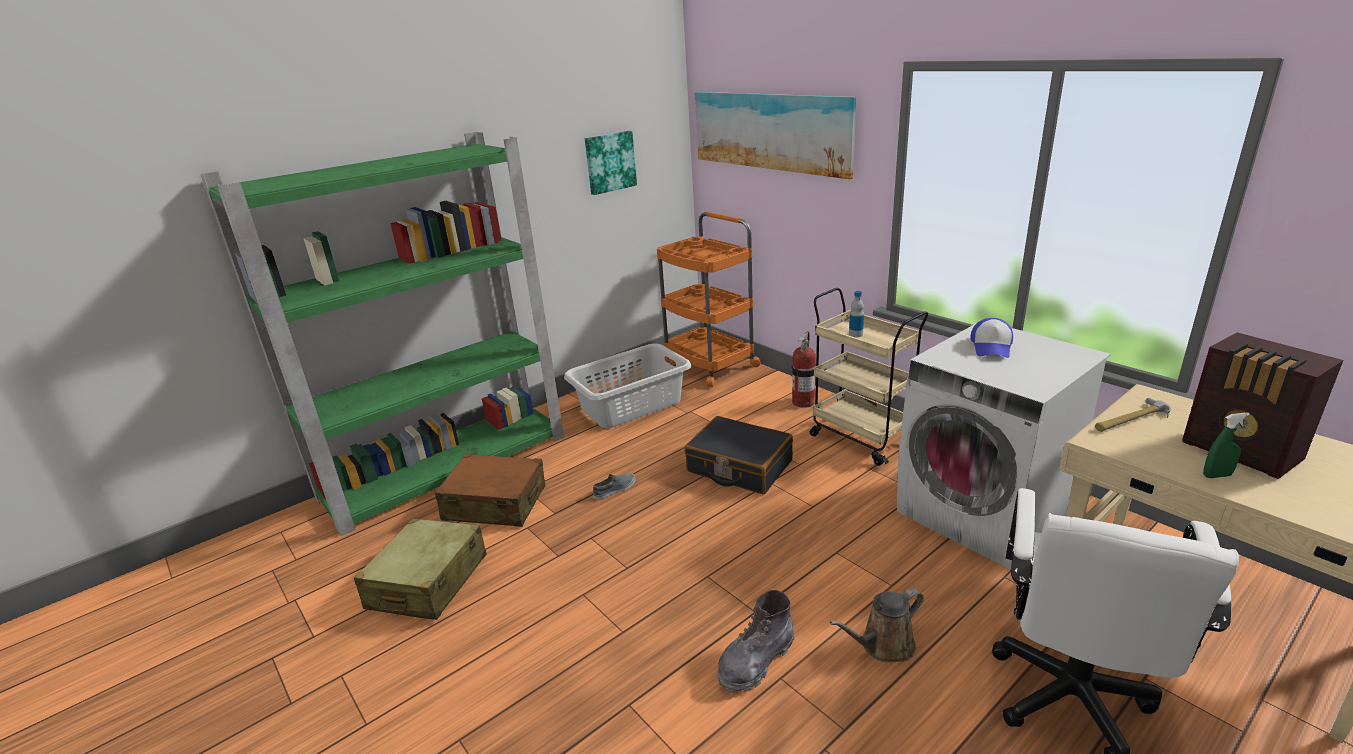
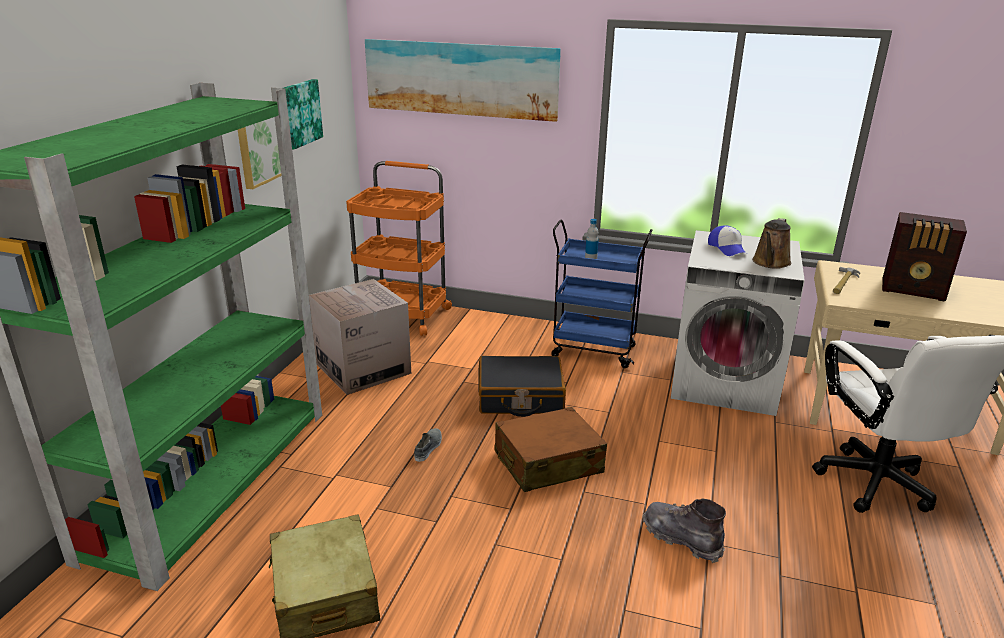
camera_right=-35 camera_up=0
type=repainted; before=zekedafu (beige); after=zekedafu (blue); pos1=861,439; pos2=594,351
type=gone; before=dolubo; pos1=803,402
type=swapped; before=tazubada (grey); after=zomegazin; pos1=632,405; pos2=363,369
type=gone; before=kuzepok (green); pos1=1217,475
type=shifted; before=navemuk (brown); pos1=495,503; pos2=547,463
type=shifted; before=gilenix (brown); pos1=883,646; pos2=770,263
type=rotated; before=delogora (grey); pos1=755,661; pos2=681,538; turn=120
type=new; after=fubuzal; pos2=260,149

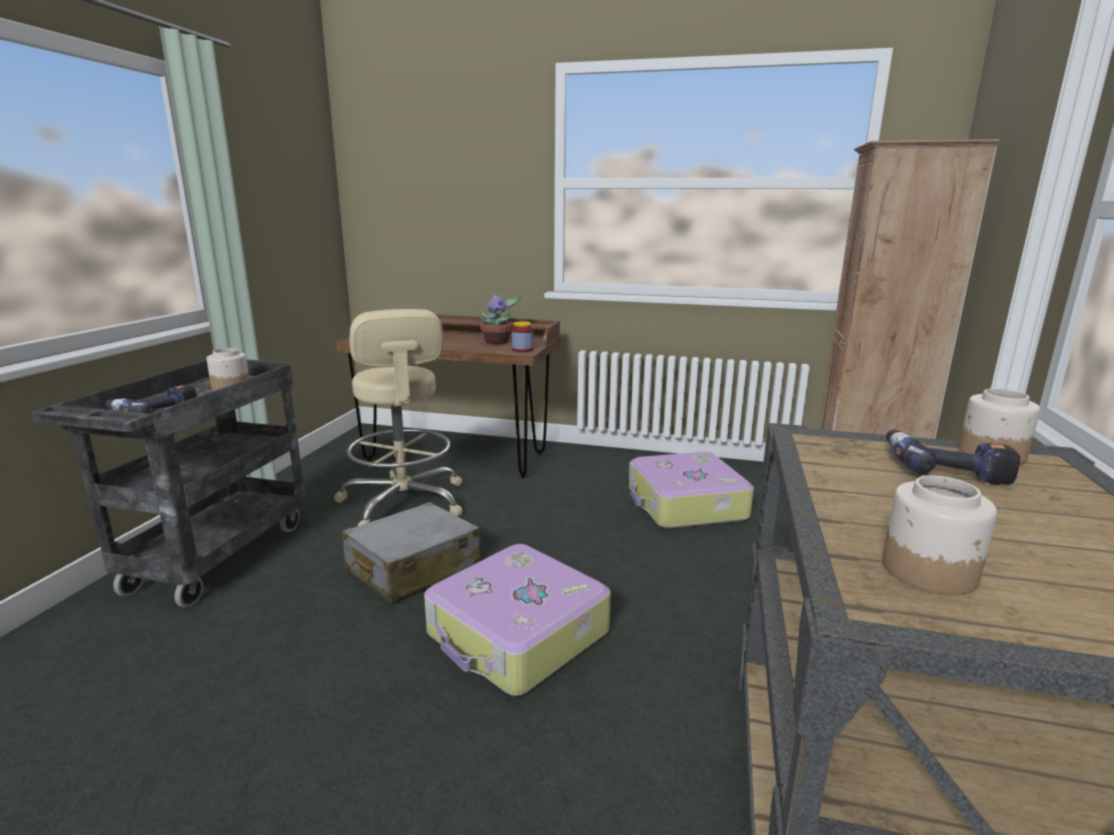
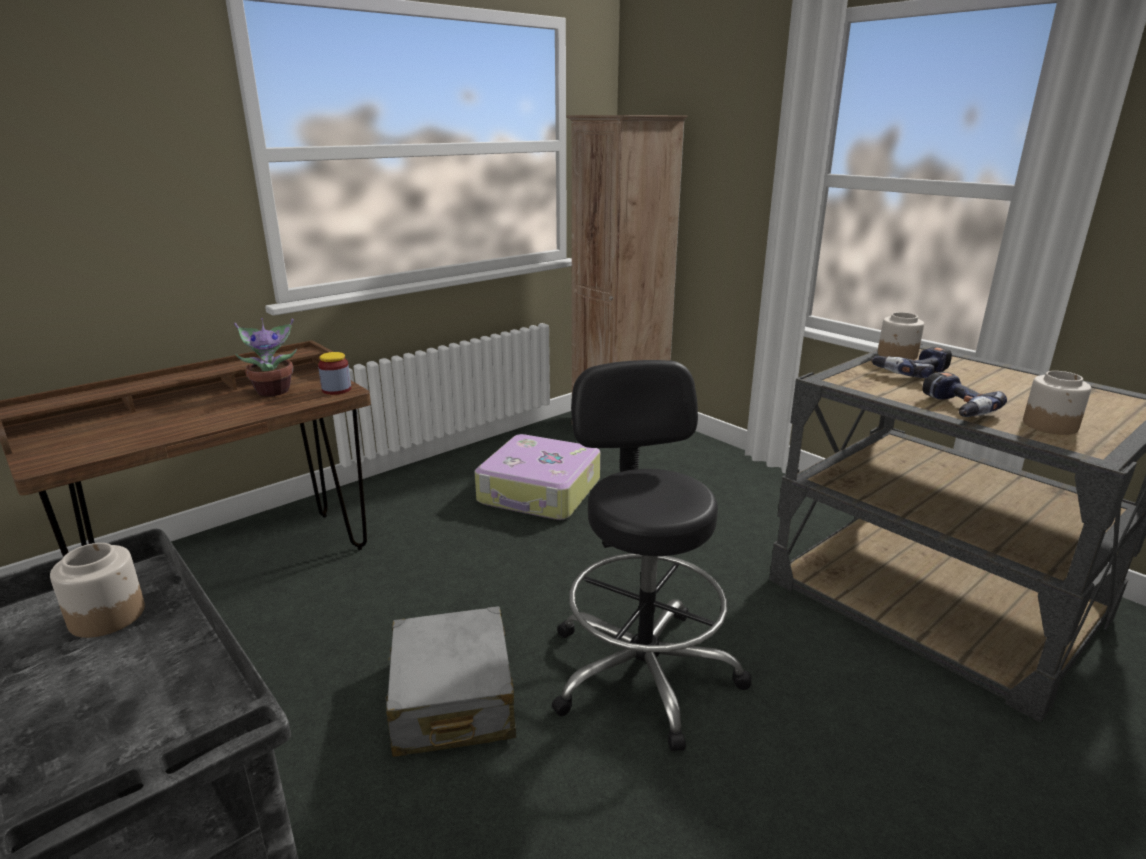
camera_right=-55 camera_up=5
type=gone; before=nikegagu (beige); pos1=404,503
type=shifted; before=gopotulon; pos1=155,411; pos2=953,408
type=swapped; before=navemuk; after=nikegagu (black); pos1=517,635; pos2=642,669

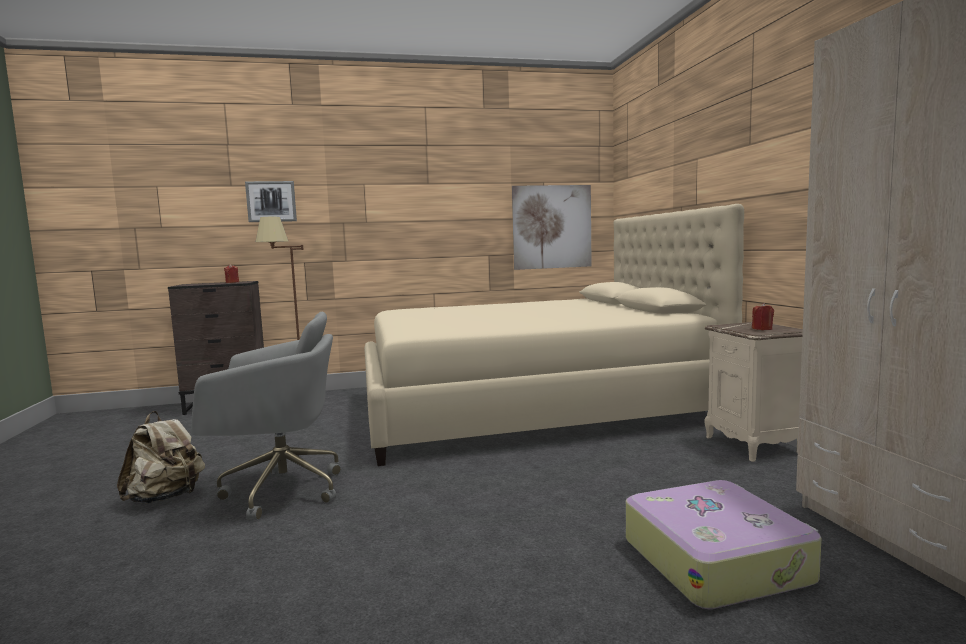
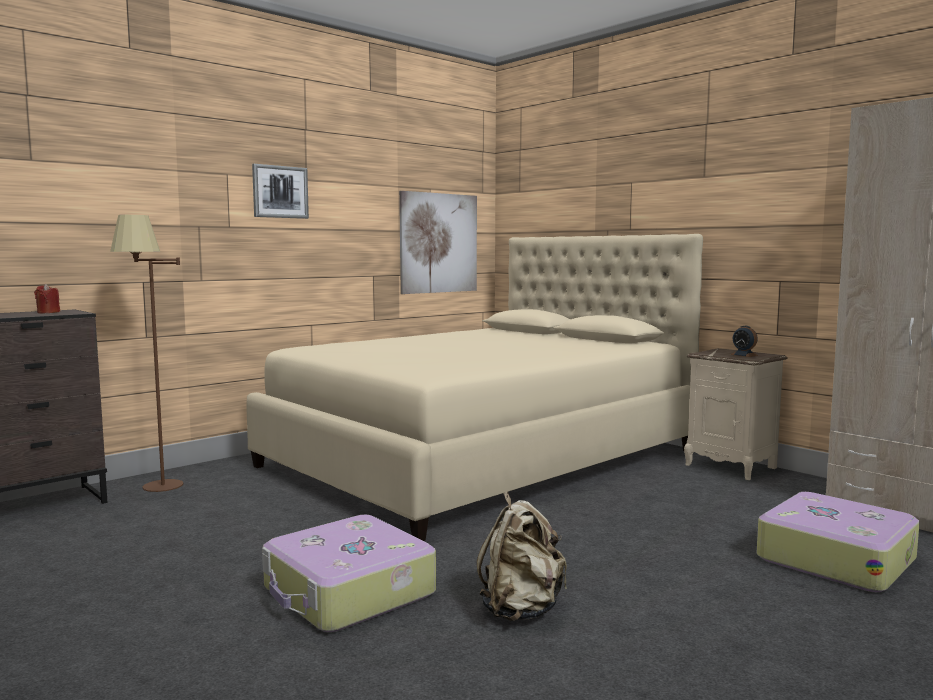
camera_right=-30 camera_up=0
type=shifted; before=fubuzal; pos1=271,201; pos2=280,192
type=swapped; before=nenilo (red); after=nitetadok; pos1=762,329; pos2=744,355
type=swapped; before=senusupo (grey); after=navemuk; pos1=278,492; pos2=348,592
type=shifted; before=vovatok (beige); pos1=166,498; pos2=521,610

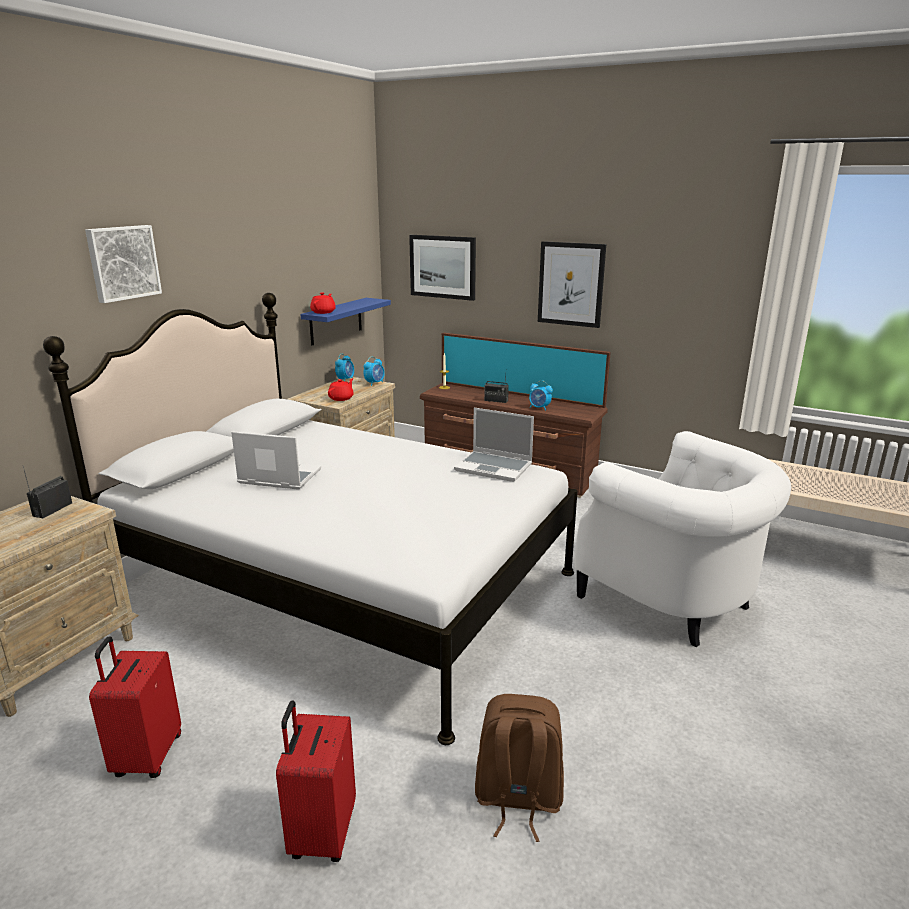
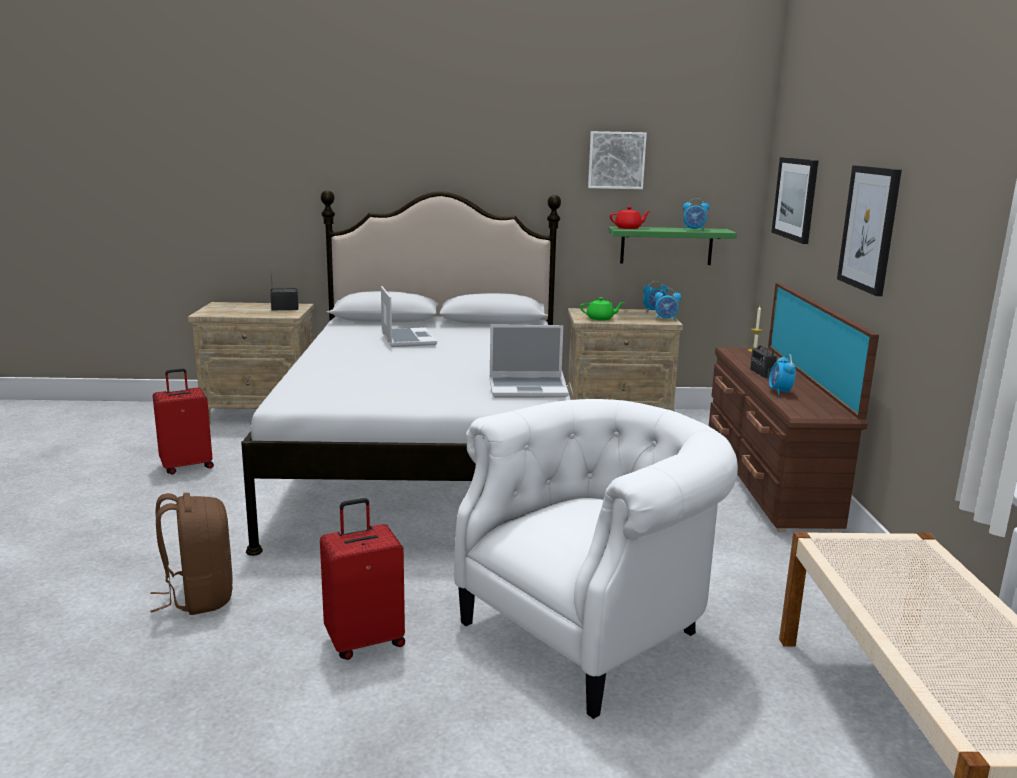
camera_right=60 camera_up=-5
type=shifted; before=fubuzal; pos1=122,262; pos2=616,160
type=repainted; before=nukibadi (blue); after=nukibadi (green); pos1=336,321; pos2=666,245
type=repainted; before=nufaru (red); after=nufaru (green); pos1=341,398; pos2=600,318
type=rotated; before=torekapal; pos1=495,467; pos2=528,389; turn=-90
type=rotated; before=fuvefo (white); pos1=672,601; pos2=593,631; turn=-150
type=shifted; before=navemuk (red); pos1=321,833; pos2=365,641
type=new; after=nitetadok; pos2=694,230

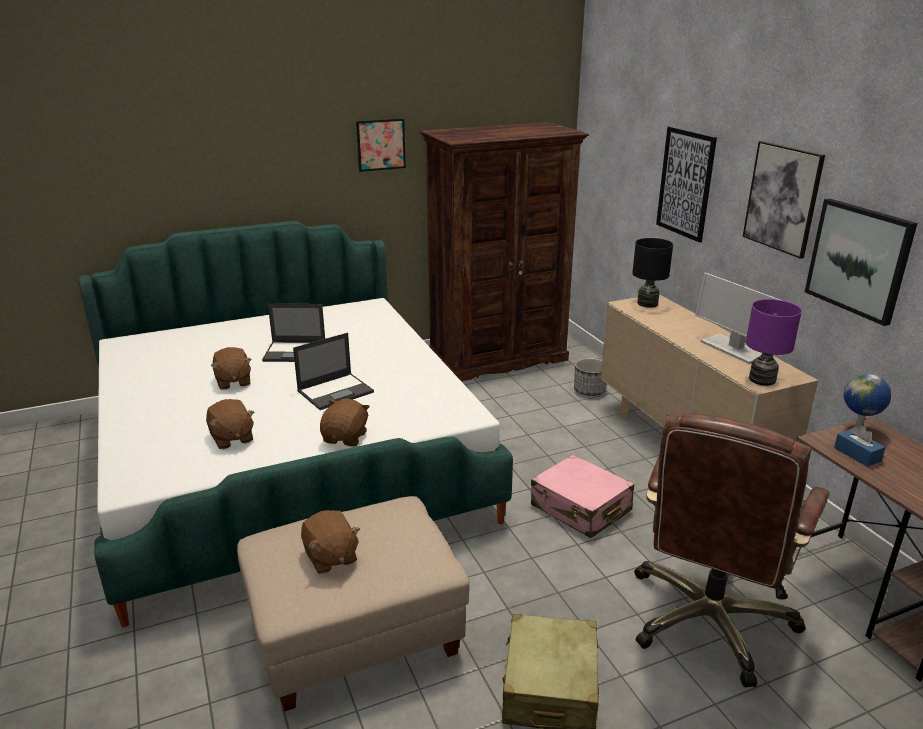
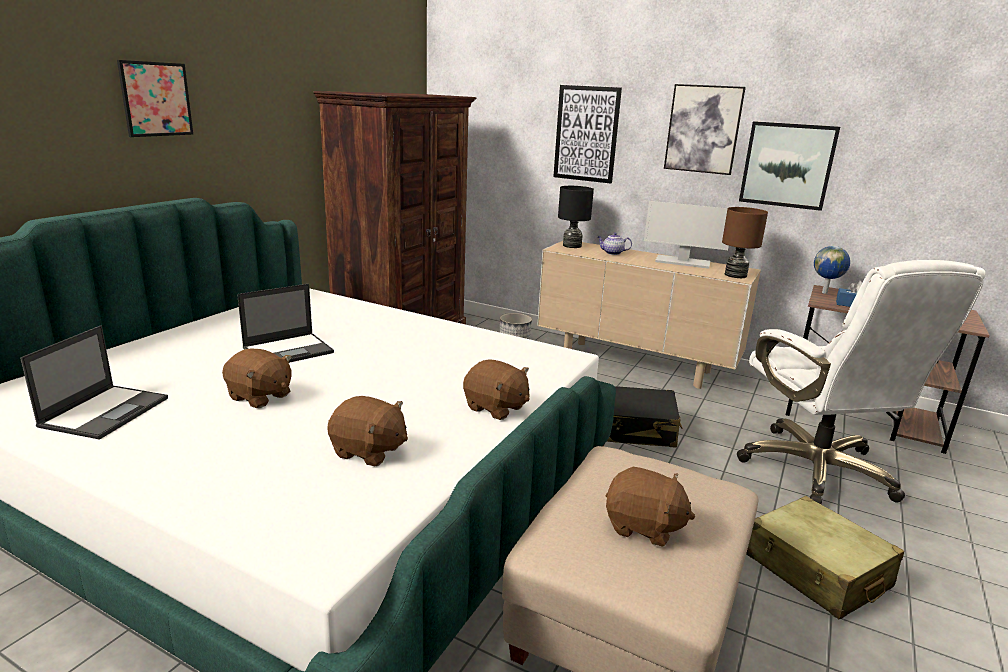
camera_right=-40 camera_up=-5
type=shifted; before=fubuzal; pos1=381,144; pos2=156,99
type=repainted; before=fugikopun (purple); after=fugikopun (brown); pos1=762,379; pos2=735,275
type=shifted; before=torekapal; pos1=336,391; pos2=106,411
type=rotated; before=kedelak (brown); pos1=346,438; pos2=496,408; turn=150
type=repainted; before=senusupo (brown); after=senusupo (white); pos1=709,618; pos2=816,468
type=repainted; before=navemuk (pink); after=navemuk (black); pos1=580,508; pos2=635,429
type=new; after=nufaru; pos2=612,253

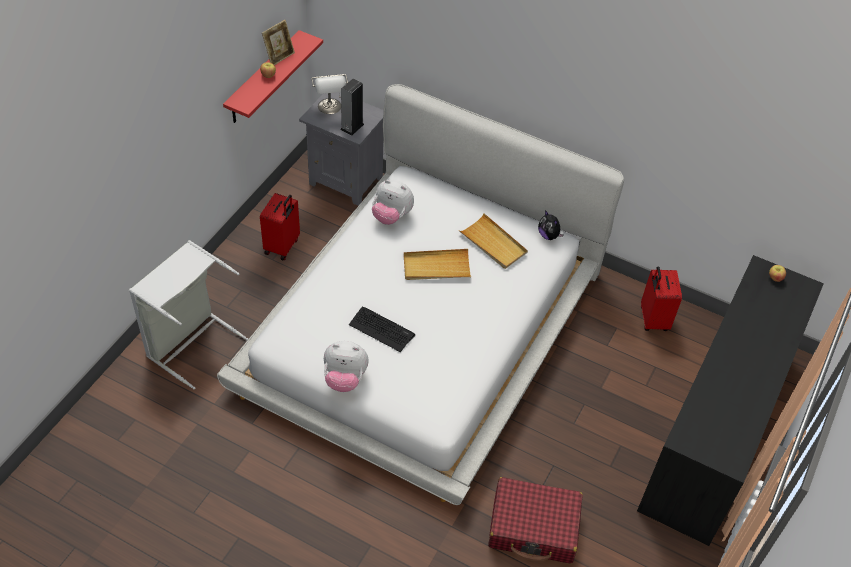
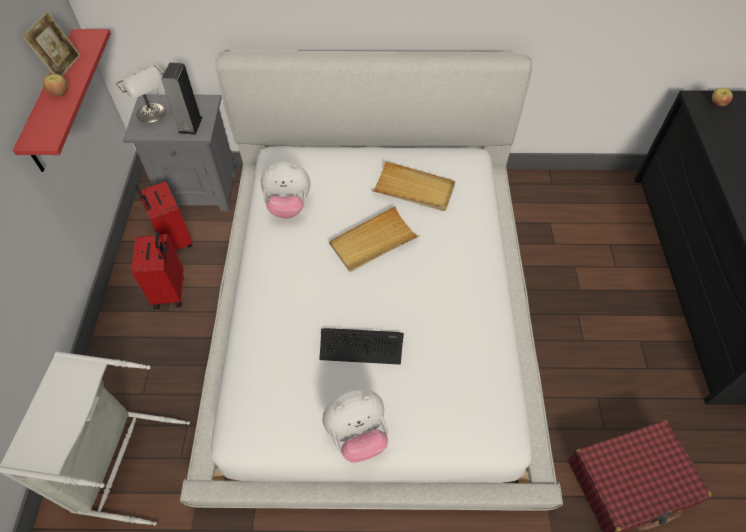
camera_right=-25 camera_up=5
type=gone; before=kedelak; pos1=548,235
type=shifted; before=navemuk (red); pos1=652,319; pos2=174,240

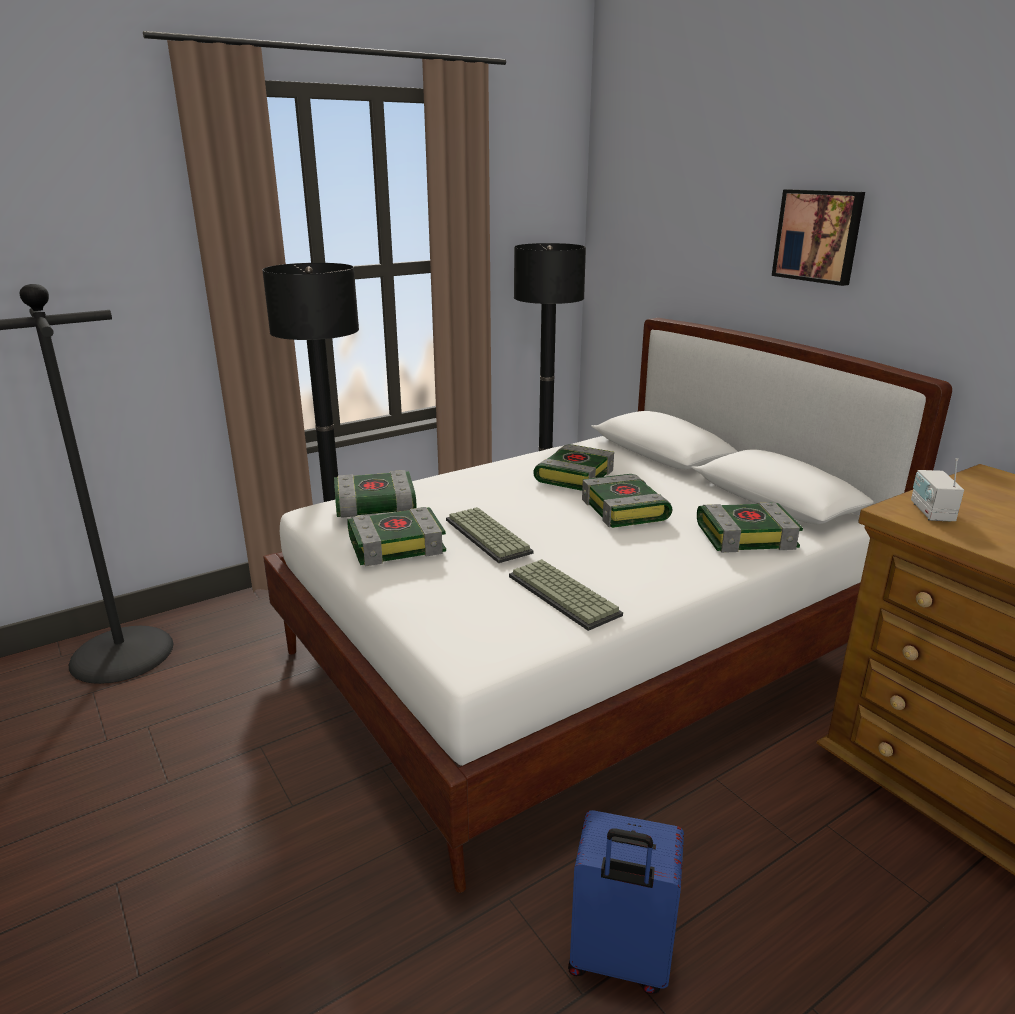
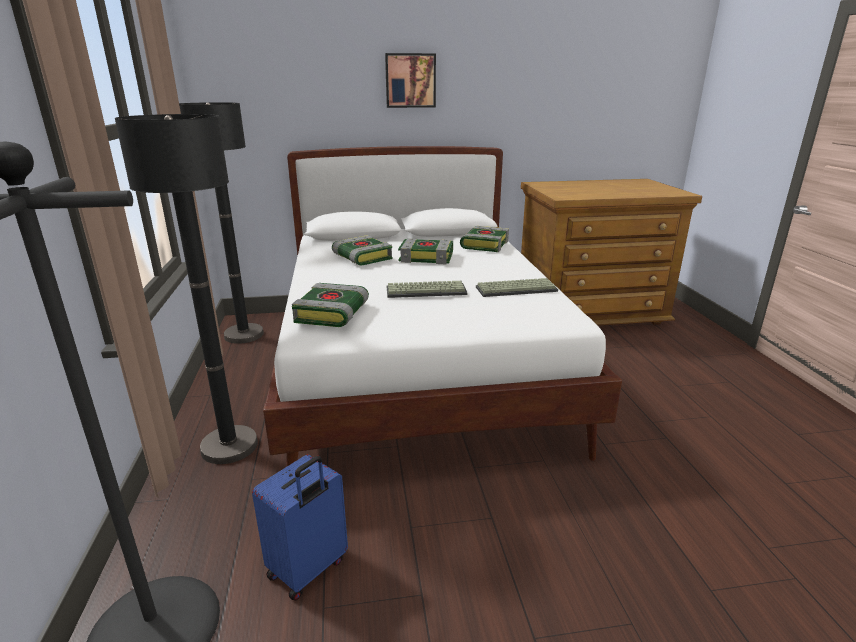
camera_right=-65 camera_up=0
type=gone; before=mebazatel; pos1=931,512
type=gone; before=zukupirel; pos1=397,544
type=shifted; before=navemuk (blue); pos1=618,961; pos2=308,569

